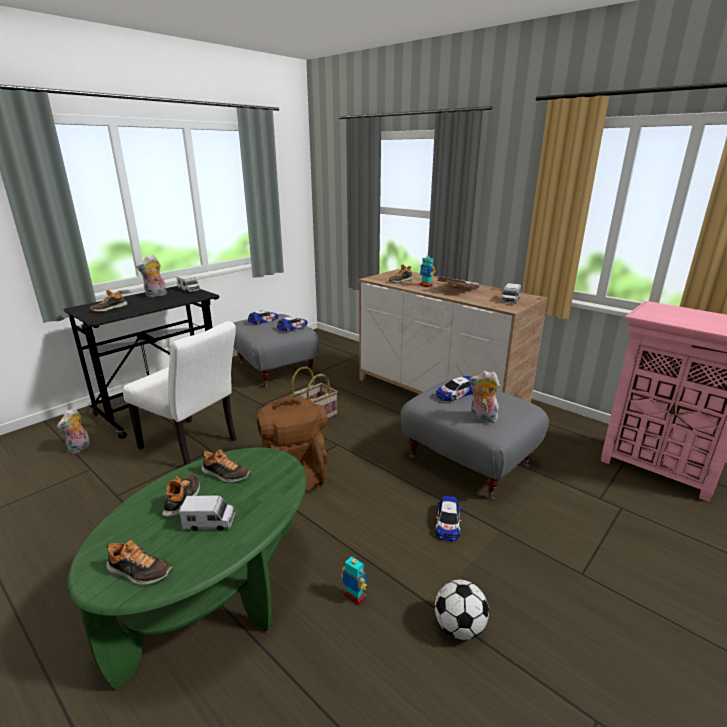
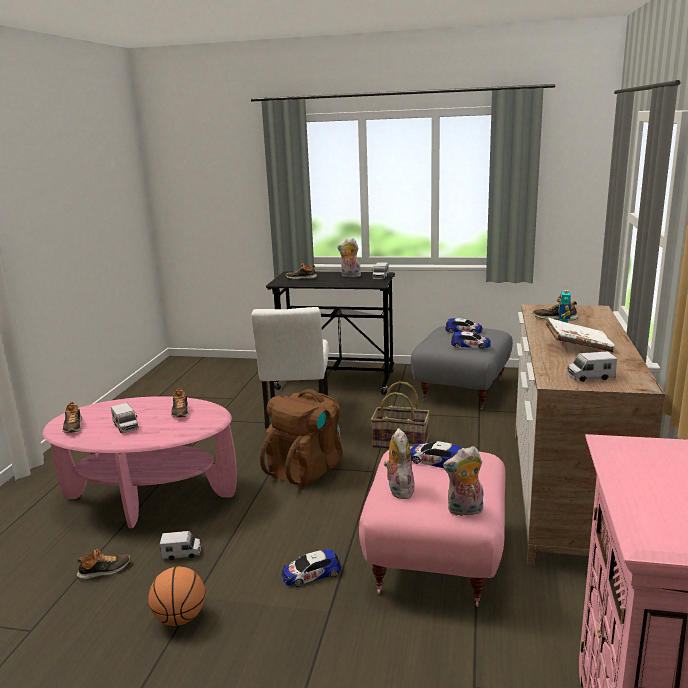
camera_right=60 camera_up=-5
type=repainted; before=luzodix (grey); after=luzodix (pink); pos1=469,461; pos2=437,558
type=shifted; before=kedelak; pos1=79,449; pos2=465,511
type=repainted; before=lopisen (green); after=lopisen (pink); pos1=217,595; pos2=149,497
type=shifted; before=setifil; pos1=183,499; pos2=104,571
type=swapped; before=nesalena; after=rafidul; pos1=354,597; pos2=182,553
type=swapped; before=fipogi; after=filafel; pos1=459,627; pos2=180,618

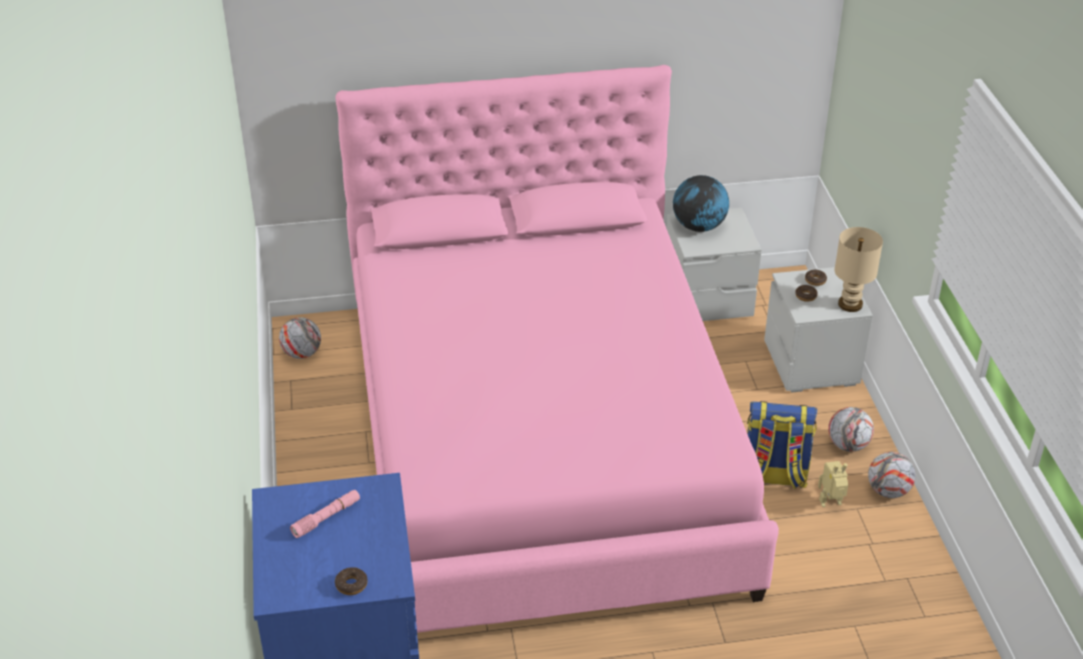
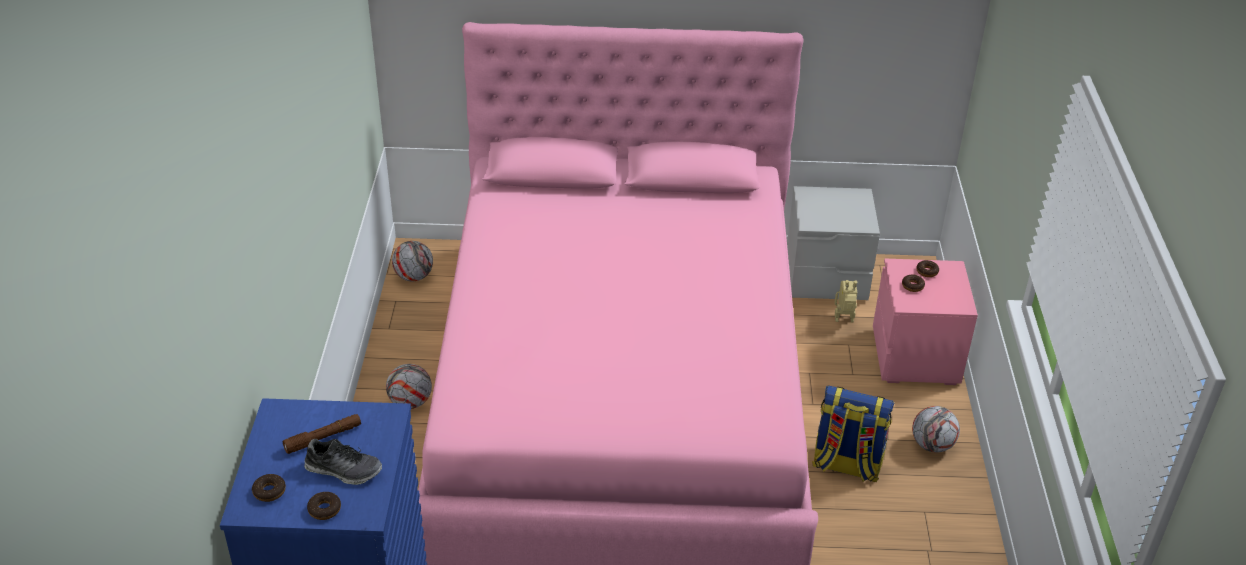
camera_right=10 camera_up=0
type=gone; before=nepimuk; pos1=699,227
type=gone; before=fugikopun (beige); pos1=849,304
type=repainted; before=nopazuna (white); after=nopazuna (pink); pos1=812,363; pos2=917,356
type=shifted; before=fipogi; pos1=888,491; pos2=410,402
type=shifted; before=nesalena; pos1=831,504; pos2=844,321
type=repainted; before=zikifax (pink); after=zikifax (brown); pos1=326,518; pos2=323,438
type=new; after=setifil; pos2=344,470
type=new; after=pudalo; pos2=269,491

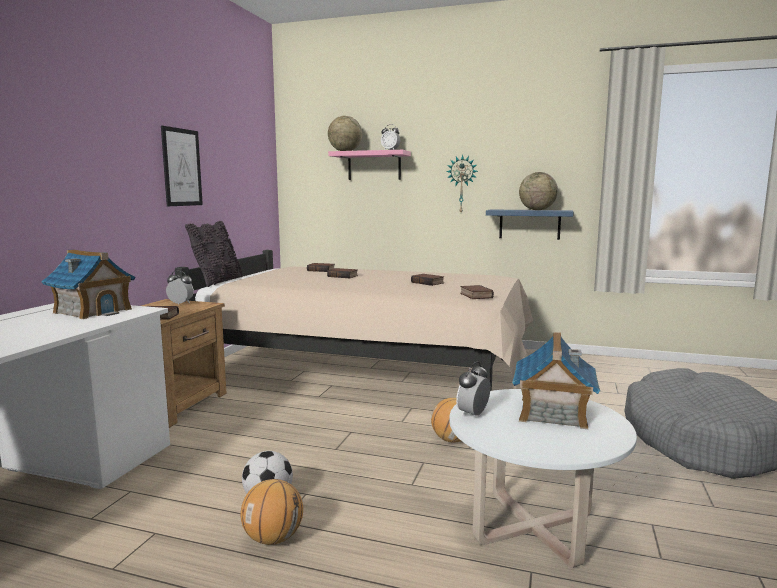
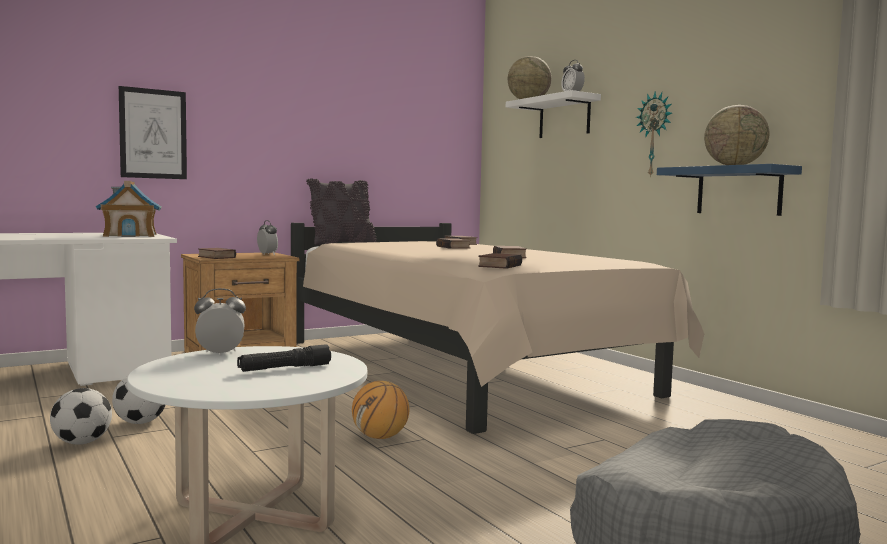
camera_right=40 camera_up=-5
type=shifted; before=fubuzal; pos1=182,167; pos2=153,134
type=repainted; before=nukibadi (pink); after=nukibadi (white); pos1=374,166; pos2=564,117
type=swapped; before=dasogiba; after=zikifax (black); pos1=552,413; pos2=285,369
type=swapped; before=filafel; after=fipogi; pos1=273,538; pos2=82,442

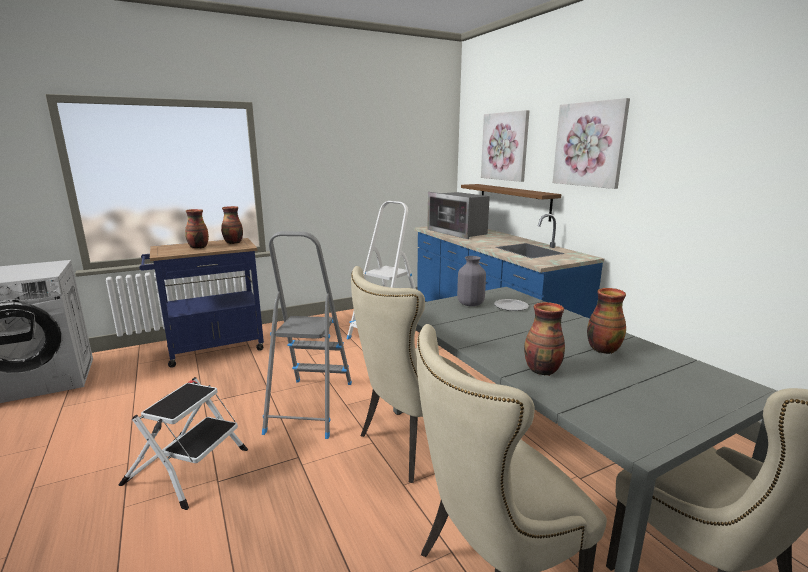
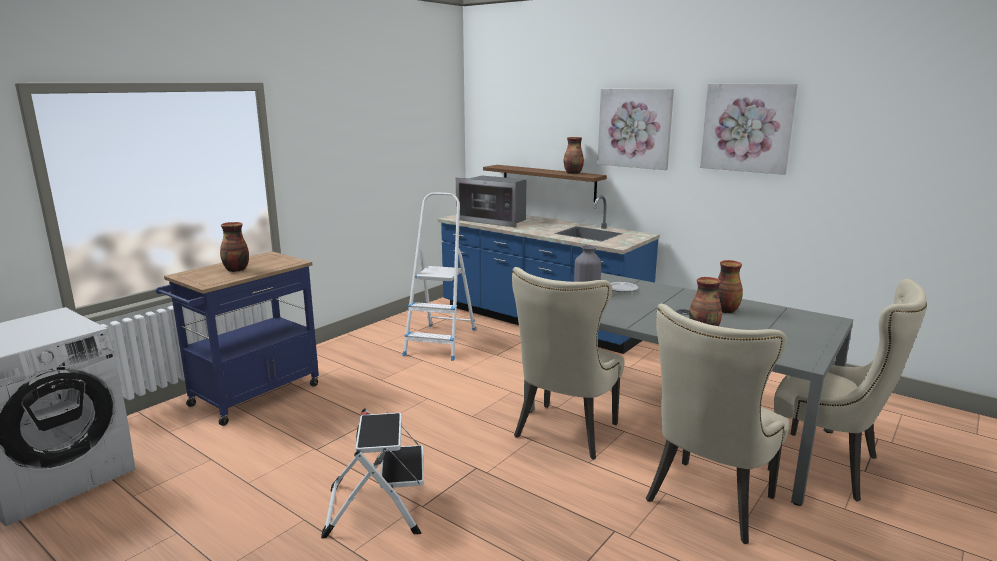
camera_right=-25 camera_up=0
type=shifted; before=fubuzal; pos1=505,146; pos2=747,128
type=shifted; before=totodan; pos1=233,243; pos2=573,173
type=gone; before=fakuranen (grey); pos1=311,405

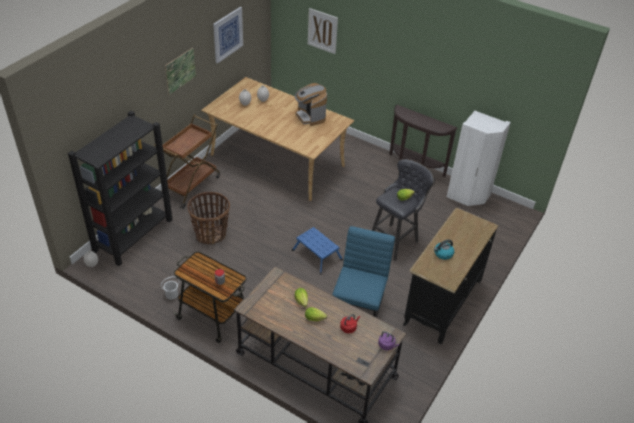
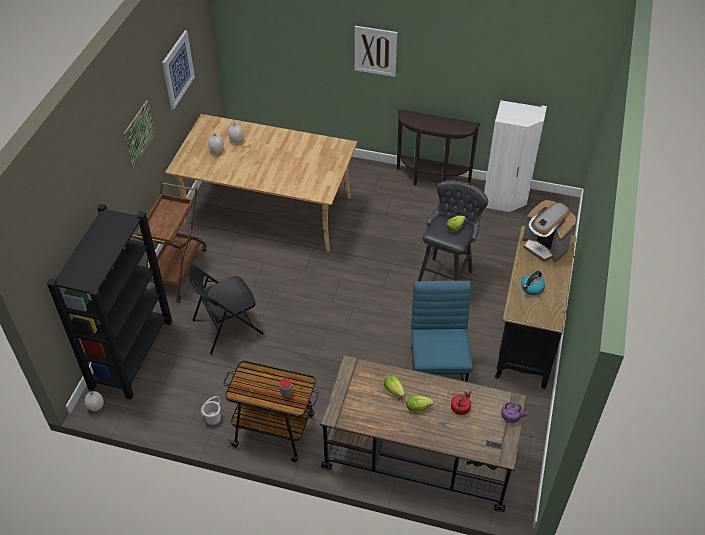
camera_right=-15 camera_up=5
type=shifted; before=fubuzal; pos1=322,31; pos2=375,51
type=shifted; before=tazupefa; pos1=310,116; pos2=544,246
type=swapped; before=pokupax; after=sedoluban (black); pos1=211,234; pos2=227,326
type=gone; before=fakuranen (blue); pos1=317,255

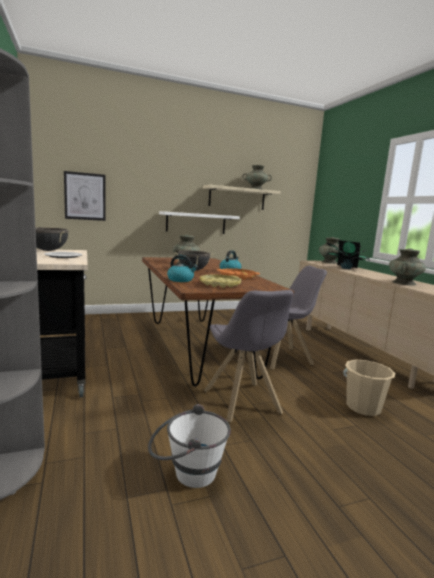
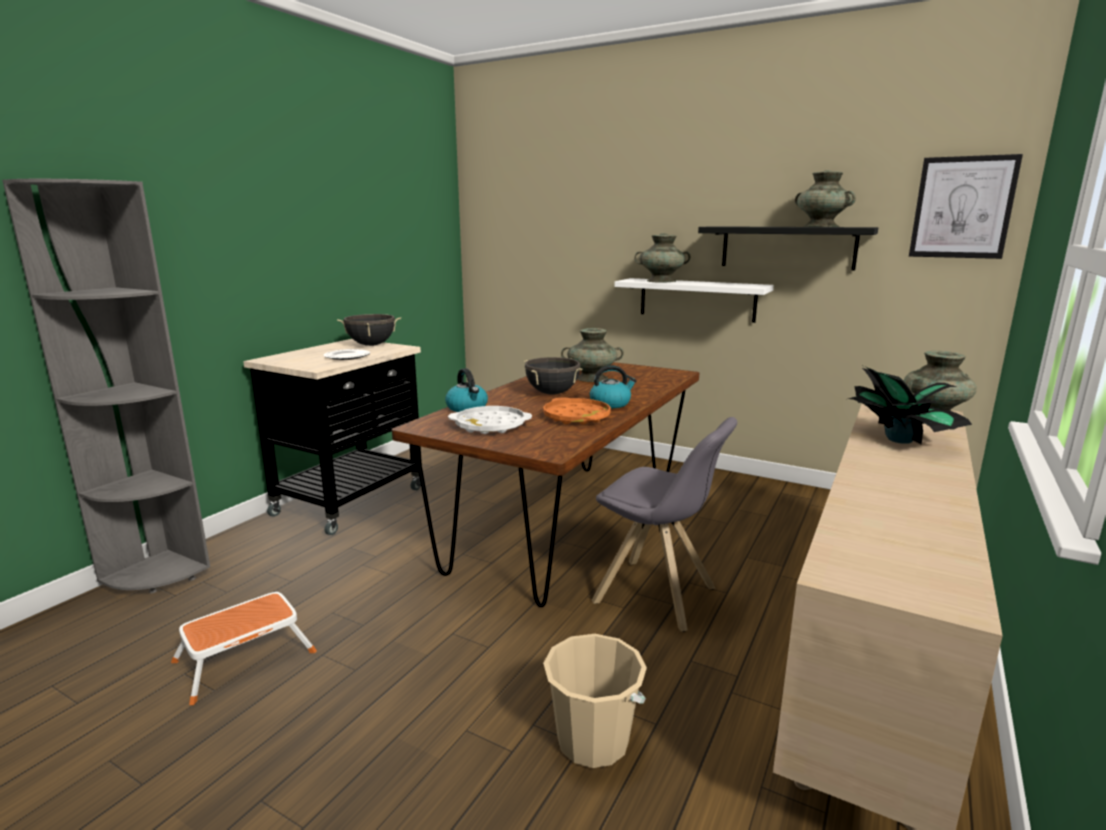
camera_right=50 camera_up=5
type=shifted; before=fubuzal; pos1=85,196; pos2=962,207
type=repainted; before=nukibadi (beige); after=nukibadi (black); pos1=237,198; pos2=787,247
type=shifted; before=totodan (turquoise); pos1=404,283; pos2=661,281
type=repainted; before=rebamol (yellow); after=rebamol (white); pos1=220,284; pos2=490,426
type=gone; before=sedoluban (grey); pos1=242,402
type=swapped; before=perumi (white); after=fakuranen (orange); pos1=186,473; pos2=245,657

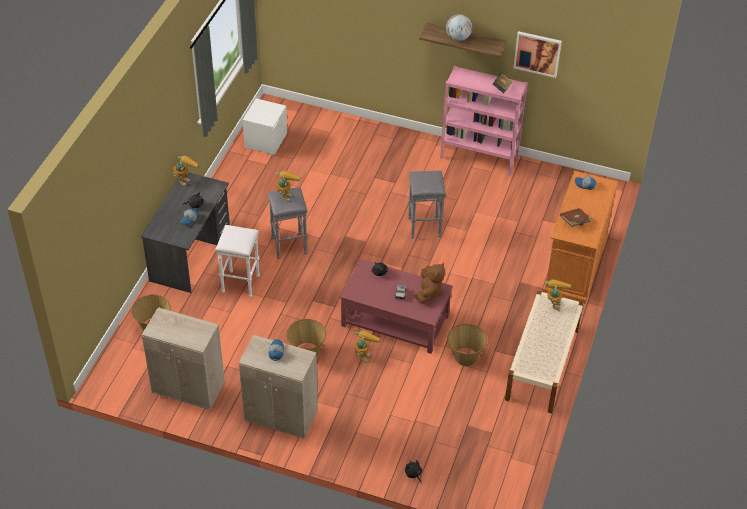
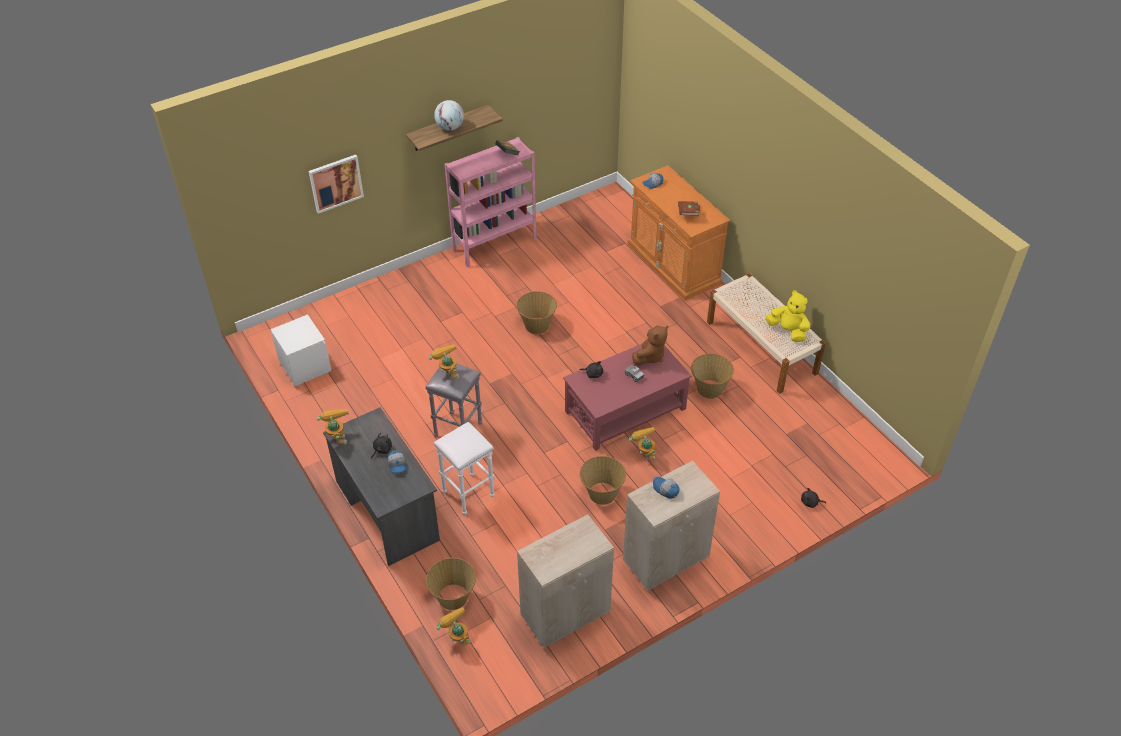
camera_right=-50 camera_up=0
type=shifted; before=fubuzal; pos1=537,53; pos2=336,183
type=swapped; before=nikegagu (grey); after=pokupax; pos1=425,227; pos2=537,325
type=rotated; before=kedelak (brown); pos1=428,292; pos2=650,356; turn=75
type=shifted; before=nesalena; pos1=554,303; pos2=456,638
type=new; after=kedelak (yellow); pos2=788,331

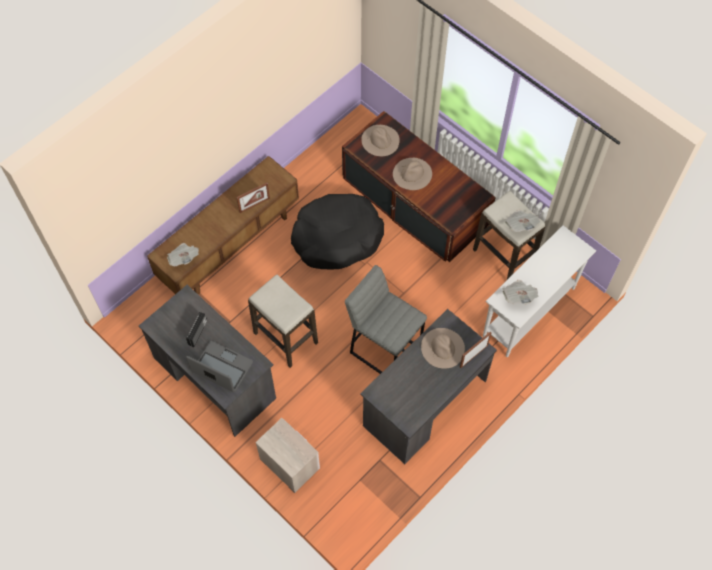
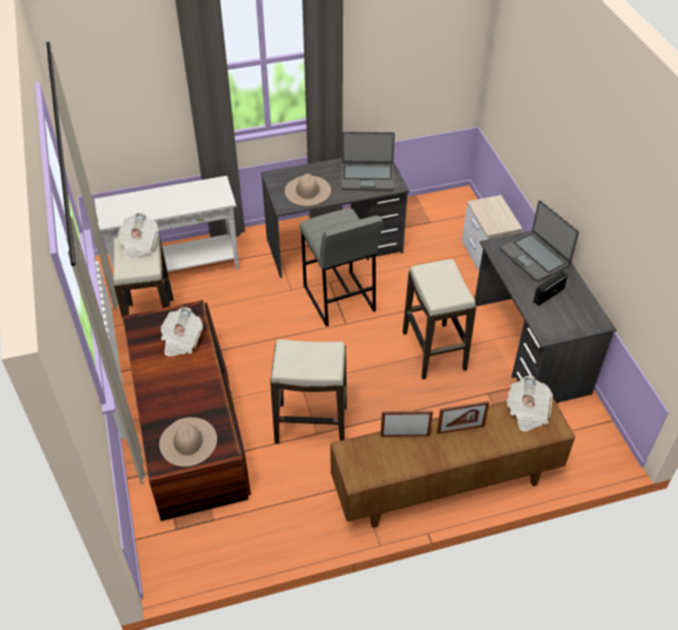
camera_right=-150 camera_up=-15
type=gone; before=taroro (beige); pos1=412,174
type=swapped; before=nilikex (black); after=nikegagu; pos1=336,238; pos2=311,425
type=shifted; before=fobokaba; pos1=518,296; pos2=181,341
type=shifted; before=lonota; pos1=473,356; pos2=460,429
type=new; after=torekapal; pos2=367,177

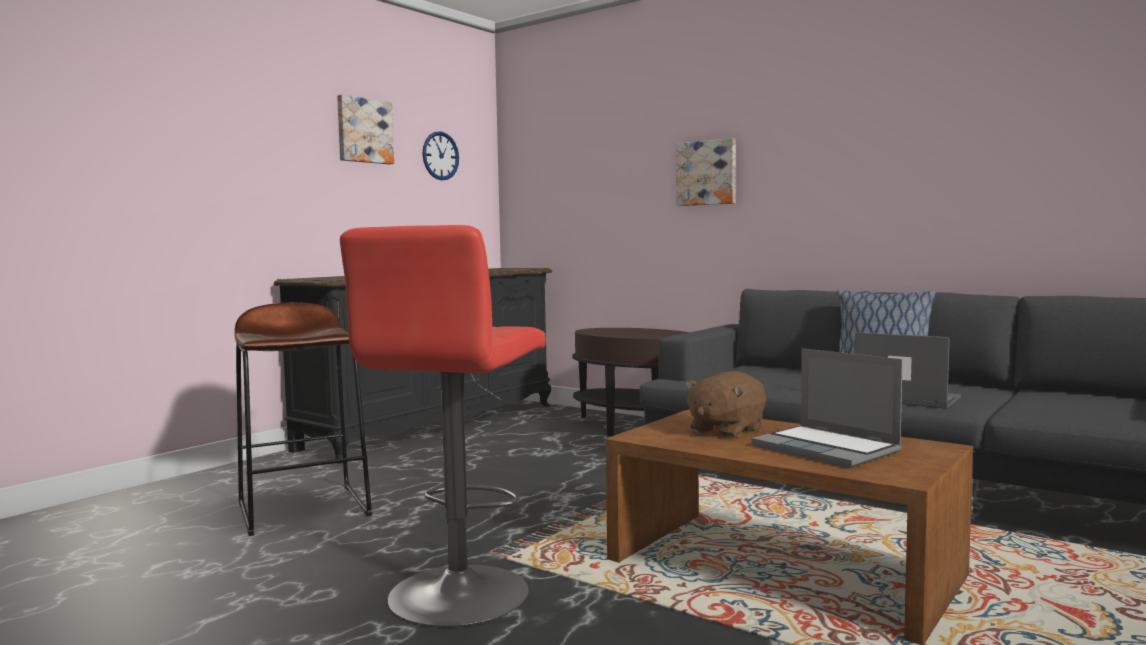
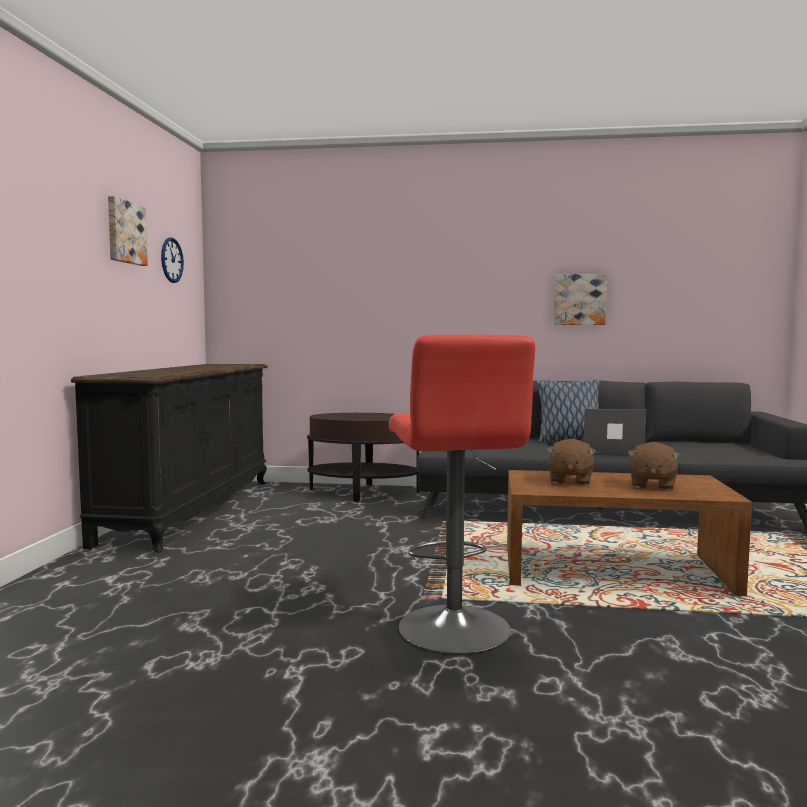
camera_right=-30 camera_up=0
type=shifted; before=fubuzal; pos1=707,173; pos2=579,299
type=gone; before=nikegagu (brown); pos1=304,509
type=swapped; before=torekapal; after=kedelak (brown); pos1=828,449; pos2=652,485

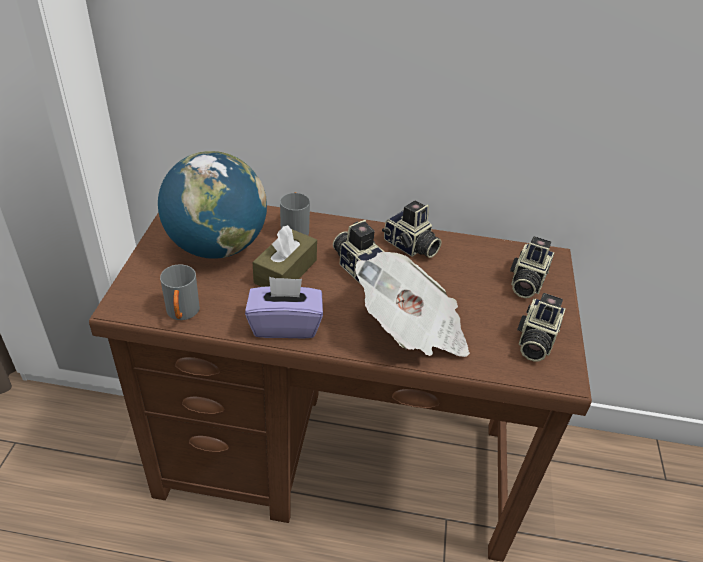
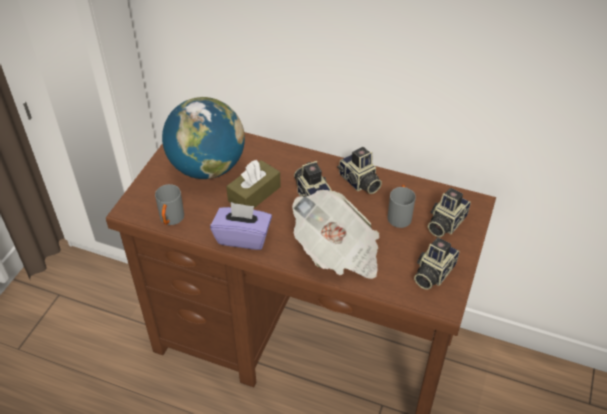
camera_right=15 camera_up=5
type=shifted; before=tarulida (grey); pos1=294,229; pos2=399,215

